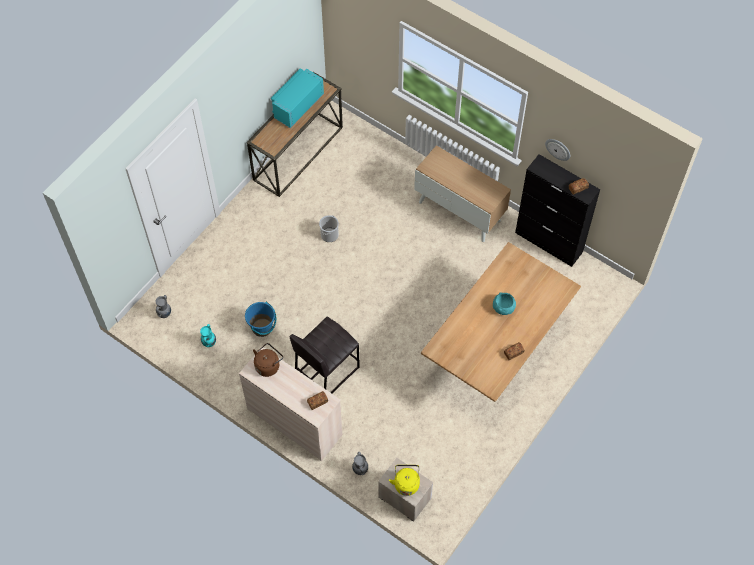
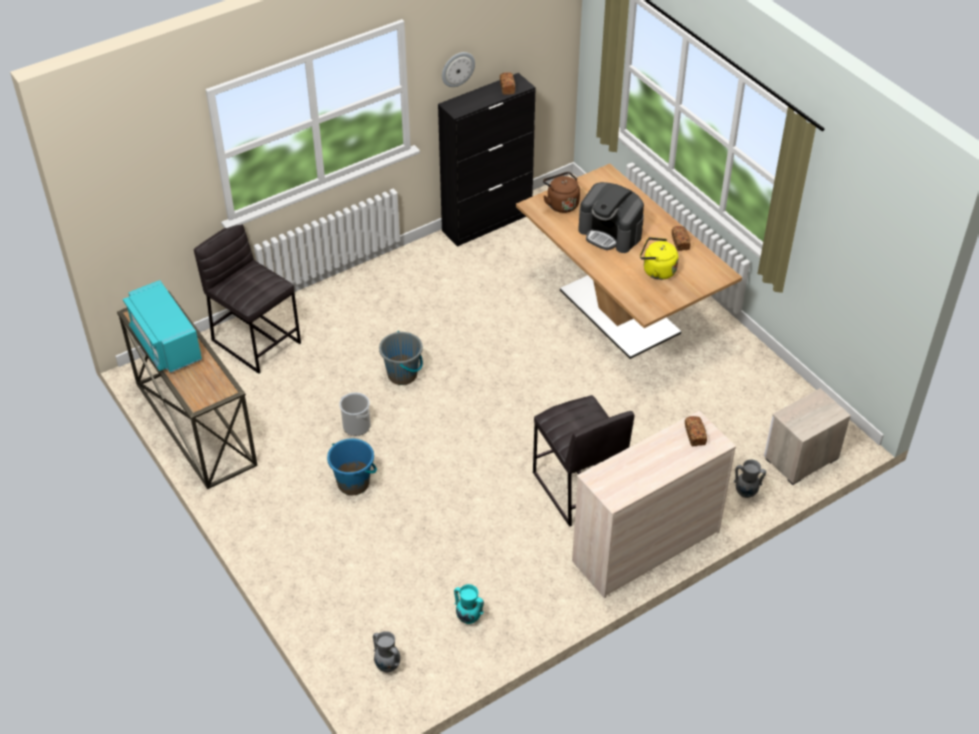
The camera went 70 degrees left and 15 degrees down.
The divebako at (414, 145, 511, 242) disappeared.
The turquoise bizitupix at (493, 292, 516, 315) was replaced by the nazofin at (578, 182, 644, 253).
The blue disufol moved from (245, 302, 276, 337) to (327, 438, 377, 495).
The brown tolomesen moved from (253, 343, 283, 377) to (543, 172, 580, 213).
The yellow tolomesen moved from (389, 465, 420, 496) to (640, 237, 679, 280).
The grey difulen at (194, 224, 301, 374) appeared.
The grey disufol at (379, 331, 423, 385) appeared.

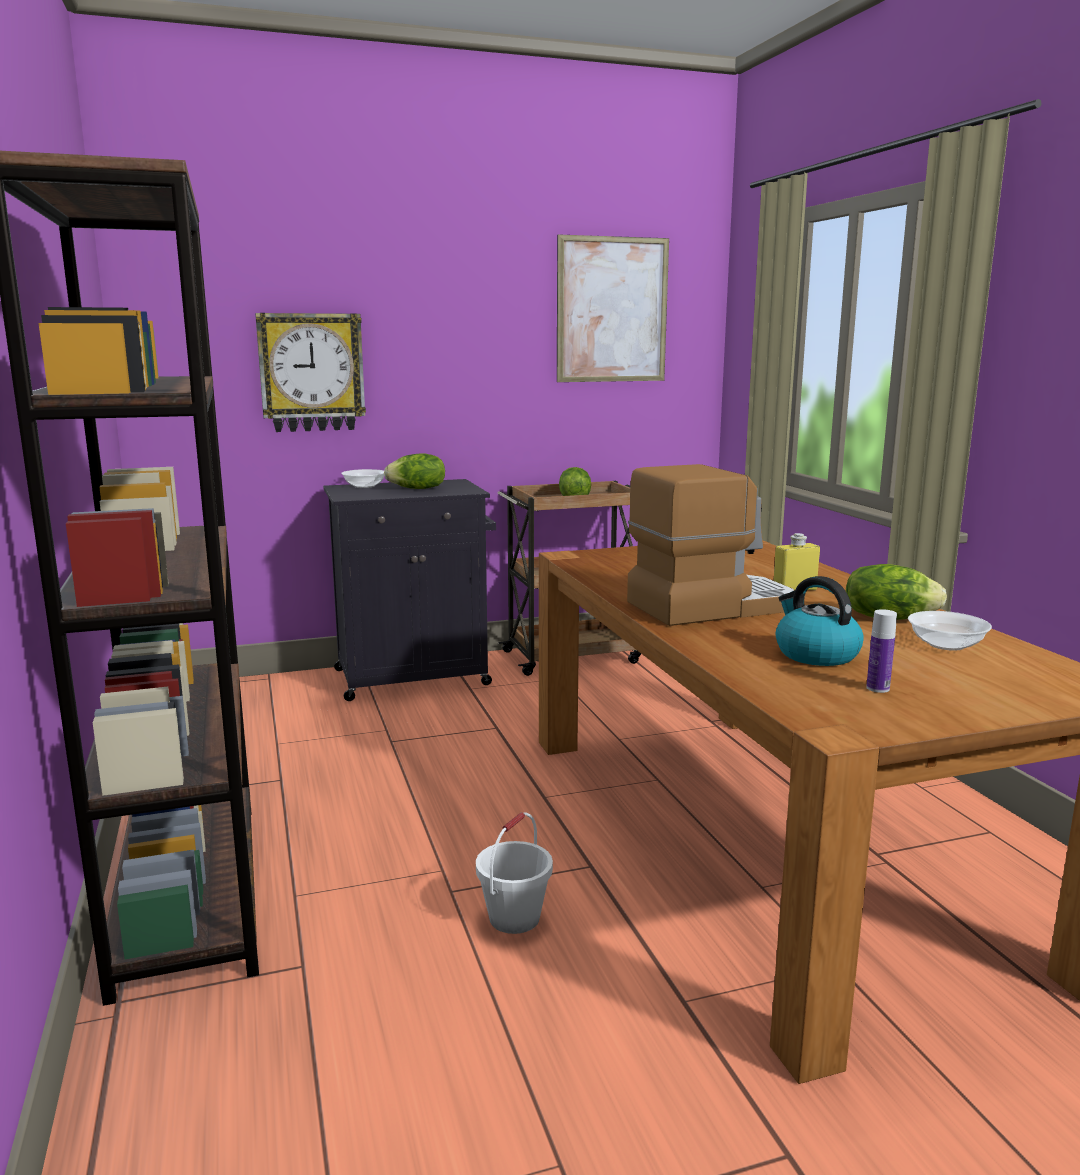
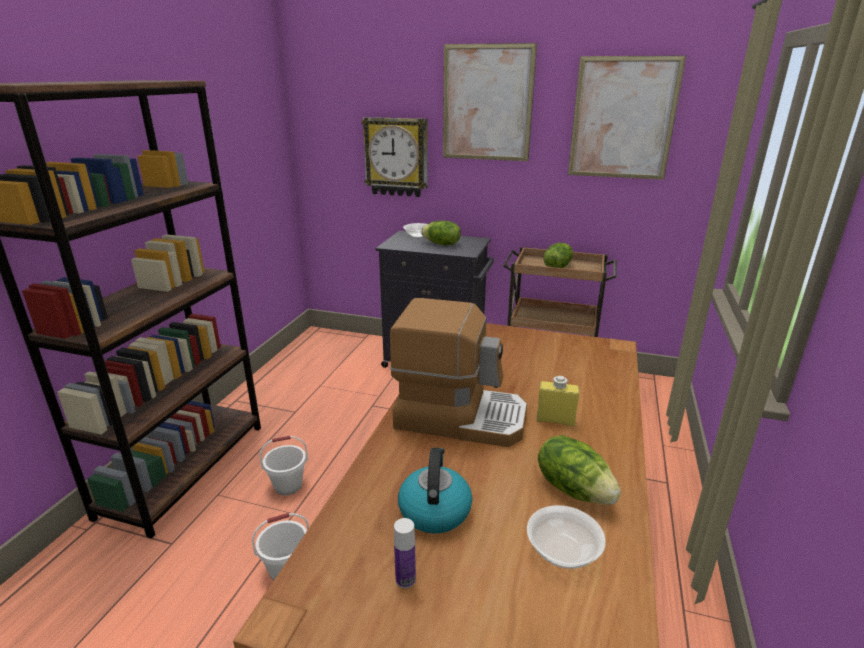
The camera went 35 degrees right and 10 degrees up.
The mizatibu at (443, 43, 537, 161) appeared.
The white disufol at (259, 436, 308, 495) appeared.

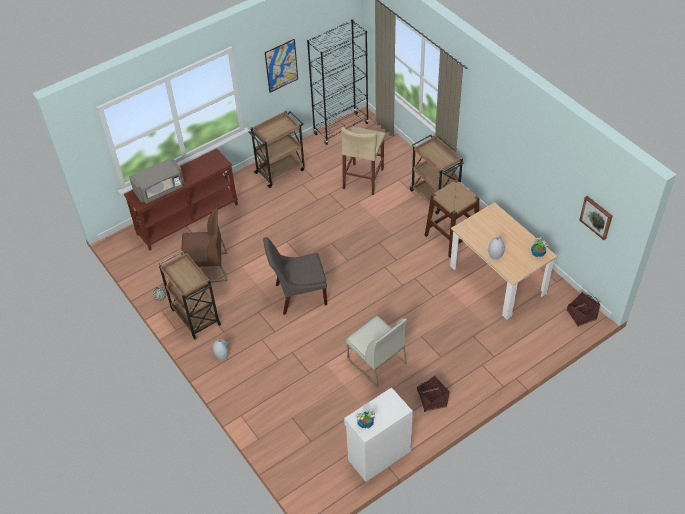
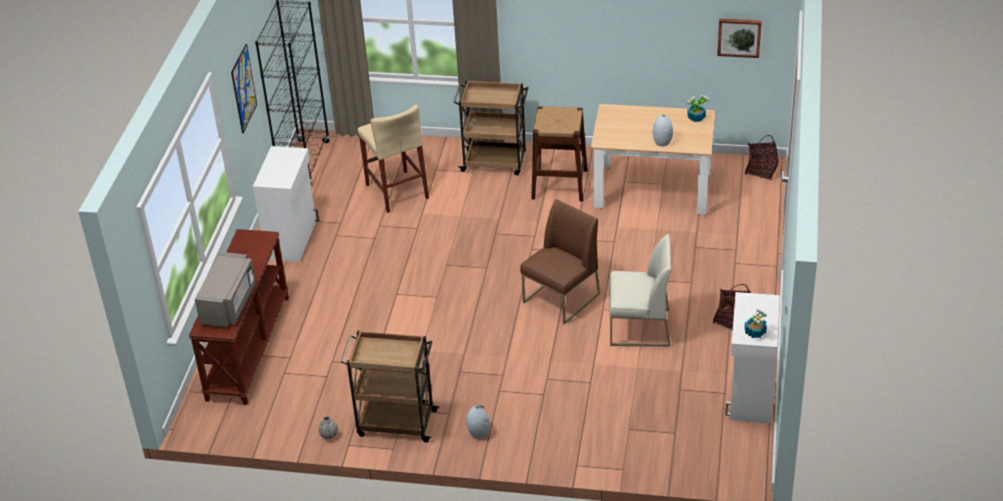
The camera went 45 degrees left and 10 degrees down.
The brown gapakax at (248, 111, 305, 188) was replaced by the white divebako at (253, 146, 319, 262).
The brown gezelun moved from (181, 208, 228, 282) to (520, 199, 600, 324).
The grey gezelun at (263, 237, 327, 315) disappeared.

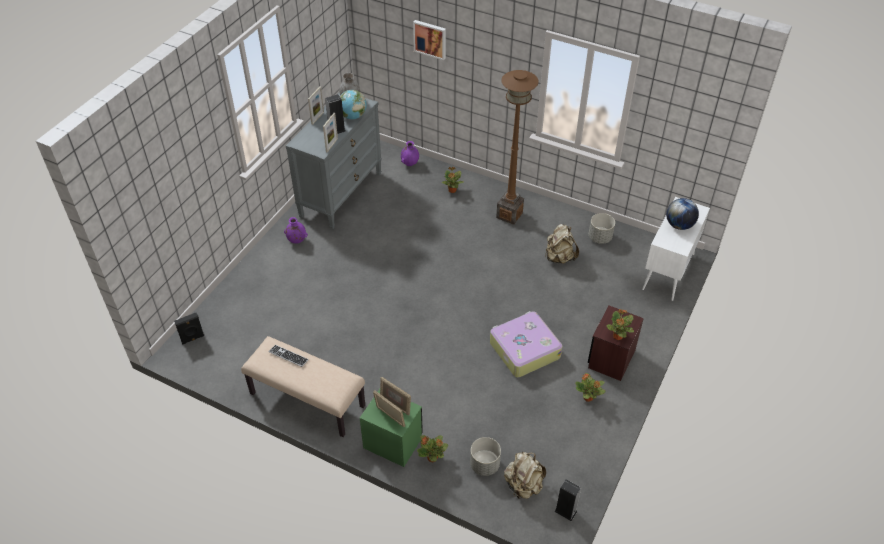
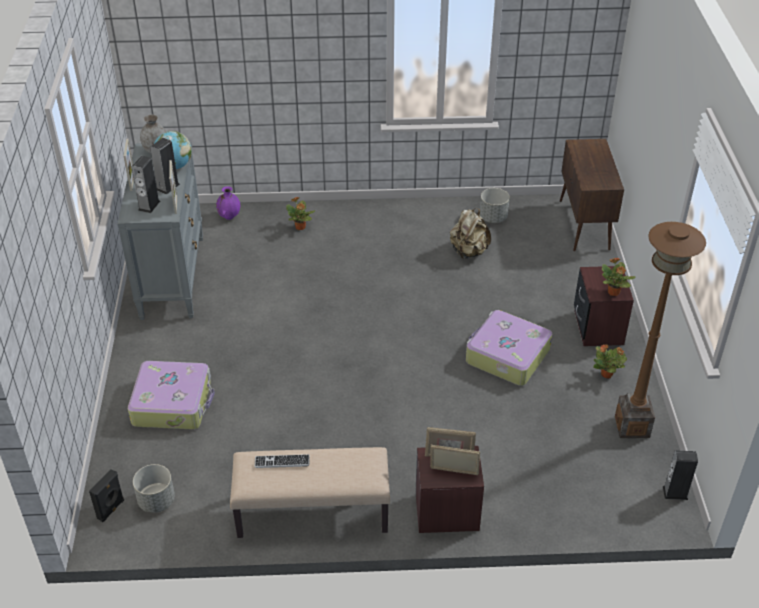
The camera went 30 degrees left and 5 degrees down.
The mizatibu at (413, 20, 446, 60) disappeared.
The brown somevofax moved from (496, 70, 539, 225) to (615, 222, 706, 438).
The white divebako at (642, 197, 710, 301) became the brown divebako at (560, 139, 624, 251).
The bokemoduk at (666, 198, 699, 230) disappeared.
The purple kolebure at (284, 217, 308, 243) disappeared.
The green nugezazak at (360, 389, 423, 467) became the brown nugezazak at (416, 446, 484, 533).
The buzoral at (417, 435, 448, 462) disappeared.
The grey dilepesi moved from (470, 437, 501, 476) to (133, 464, 175, 513).
The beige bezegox at (504, 452, 546, 499) disappeared.
The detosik at (132, 156, 160, 213) appeared.
The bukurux at (128, 361, 215, 429) appeared.

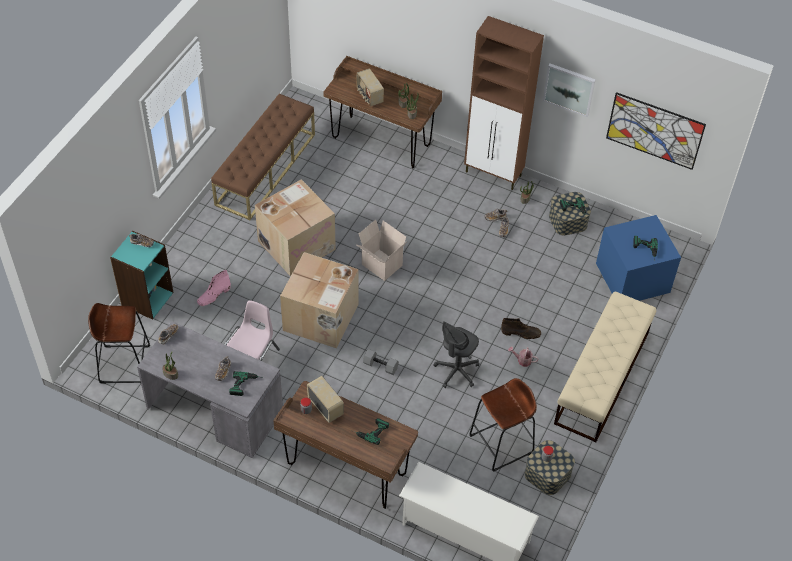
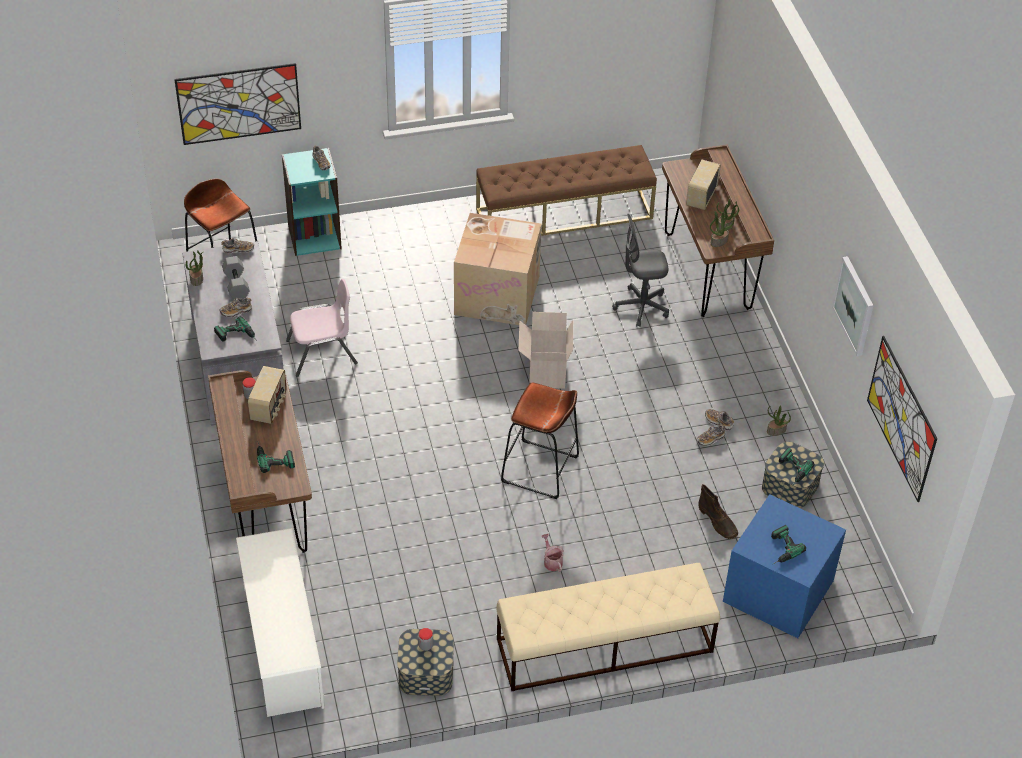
The camera went 50 degrees right and 5 degrees down.
The brown divebako at (464, 16, 544, 190) disappeared.
The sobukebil at (280, 252, 359, 348) disappeared.
The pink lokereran at (197, 270, 231, 306) disappeared.
The brown lokereran moved from (501, 318, 541, 339) to (698, 484, 738, 539).
The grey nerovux moved from (433, 321, 479, 388) to (612, 214, 669, 327).
The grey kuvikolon moved from (363, 349, 399, 375) to (222, 256, 250, 299).
The brown difulen moved from (469, 378, 537, 472) to (501, 382, 579, 499).
The mizatibu at (174, 63, 301, 145) appeared.

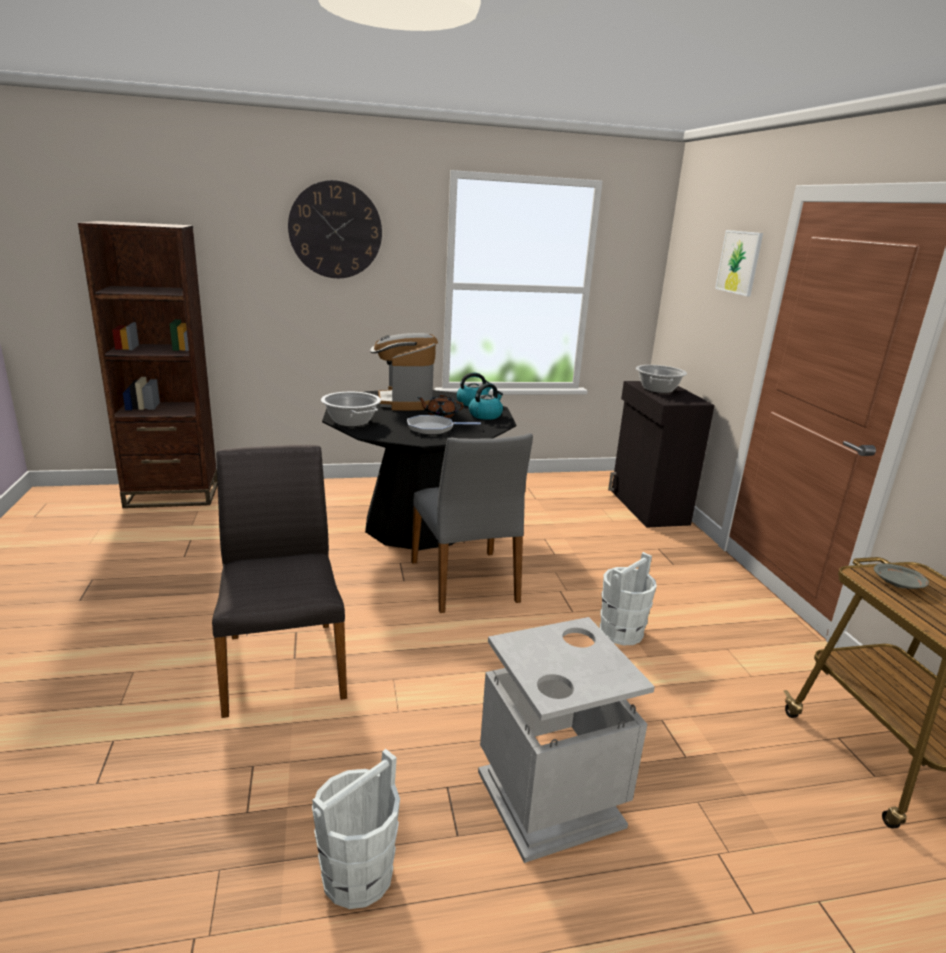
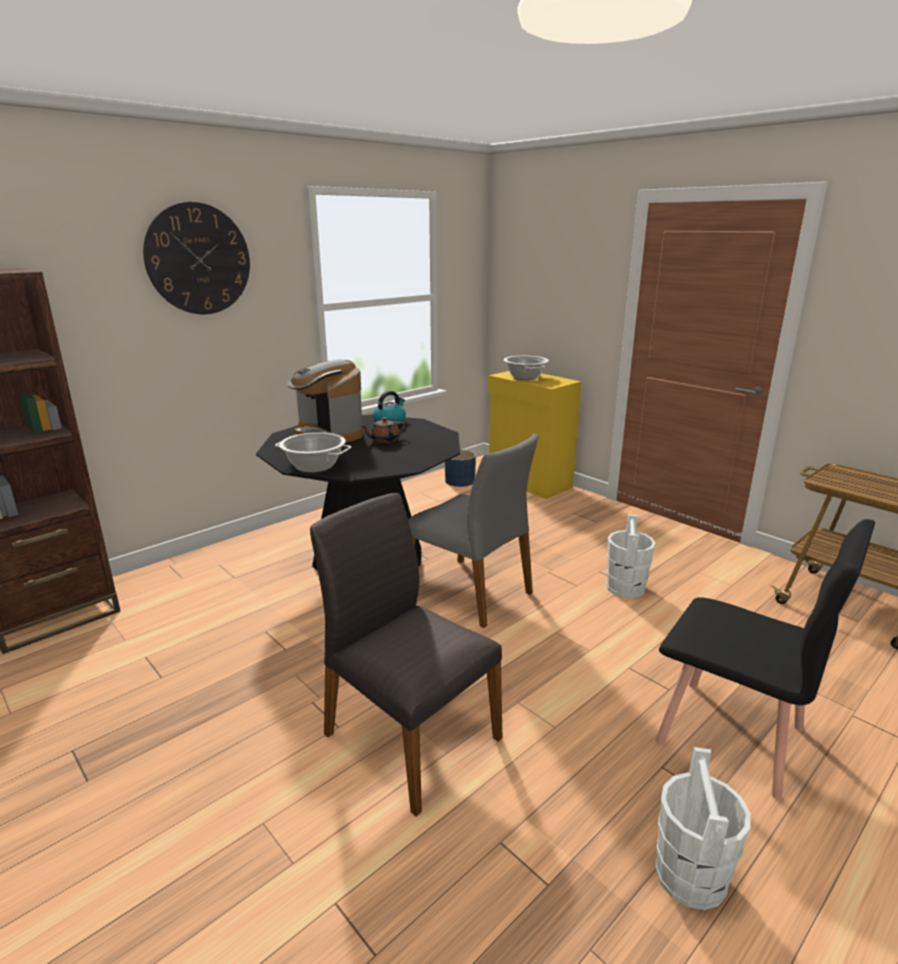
The camera went 30 degrees left and 0 degrees up.
The mizatibu at (715, 230, 763, 296) disappeared.
The black divebako at (608, 381, 715, 528) became the yellow divebako at (488, 371, 581, 499).
The tolomesen at (469, 383, 503, 420) disappeared.
The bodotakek at (407, 415, 481, 435) disappeared.
The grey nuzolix at (874, 563, 929, 589) disappeared.
The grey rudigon at (478, 617, 655, 863) was replaced by the black gezelun at (655, 519, 875, 800).
The blue dilepesi at (445, 450, 476, 487) appeared.

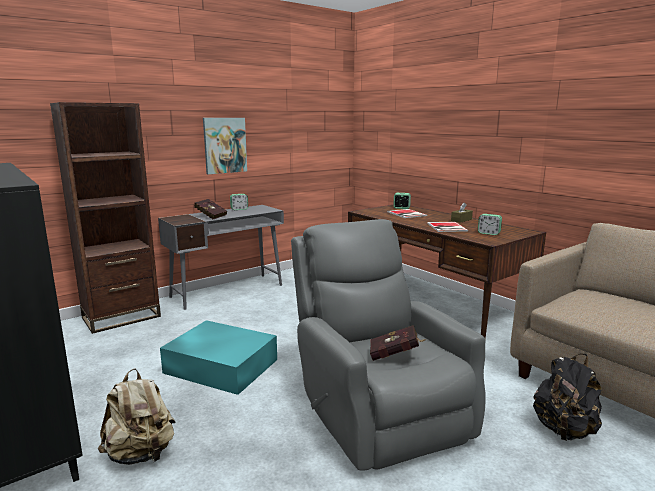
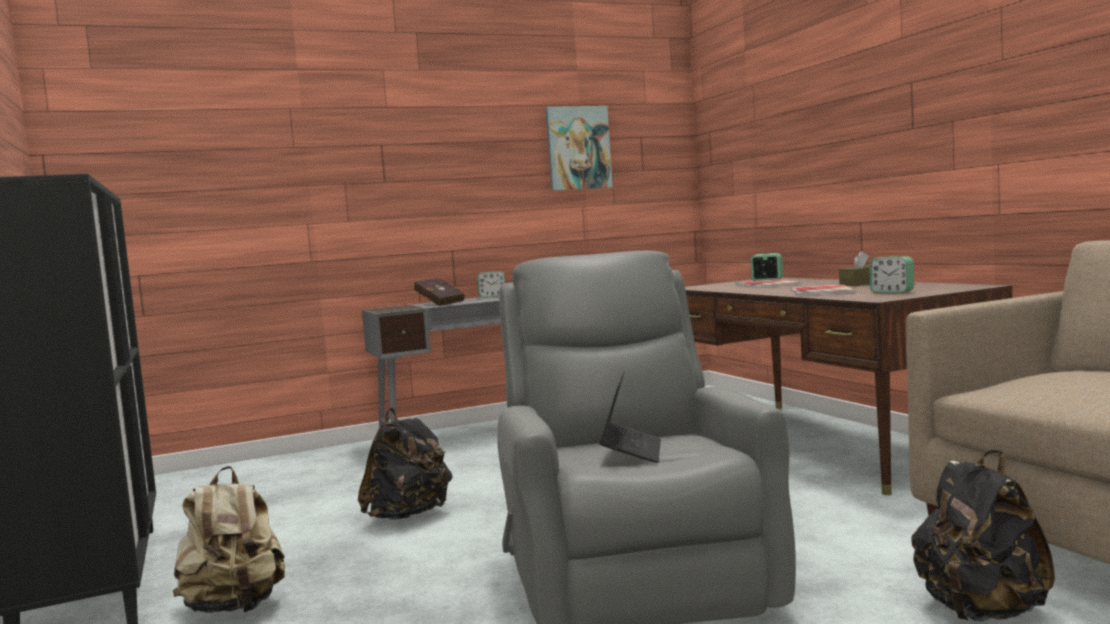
The camera went 15 degrees right and 10 degrees down.
The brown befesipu at (50, 102, 161, 334) disappeared.
The mizatibu moved from (203, 118, 247, 174) to (545, 106, 613, 191).
The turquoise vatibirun at (160, 320, 277, 395) was replaced by the black bezegox at (358, 408, 453, 520).
The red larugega at (370, 325, 426, 361) was replaced by the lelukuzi at (599, 371, 661, 463).

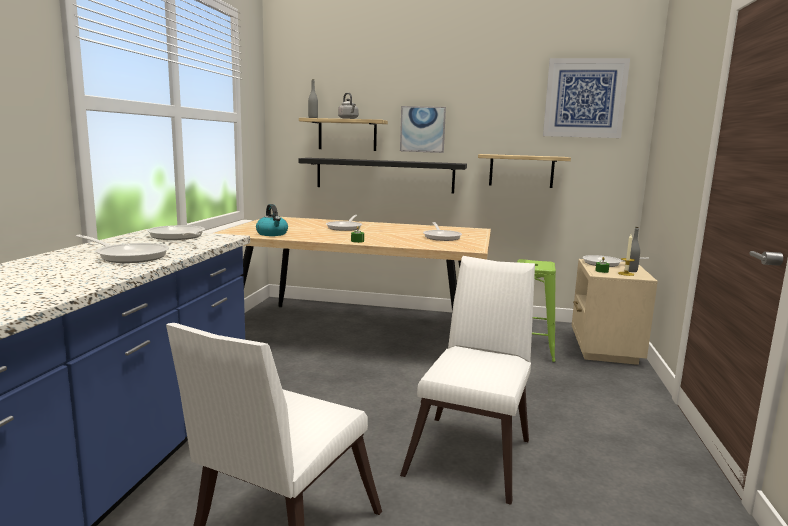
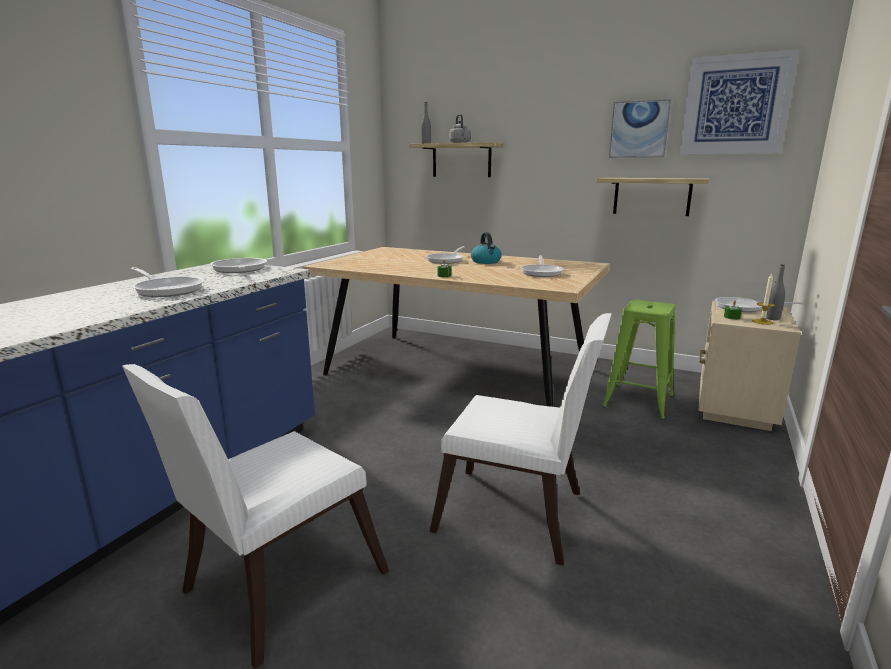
The camera went 15 degrees right and 5 degrees up.
The mizatibu moved from (400, 106, 446, 153) to (609, 99, 671, 158).
The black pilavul at (299, 158, 467, 194) disappeared.
The tolomesen moved from (256, 204, 288, 236) to (471, 232, 502, 264).
The white gezelun at (400, 256, 535, 505) turned 75 degrees clockwise.

